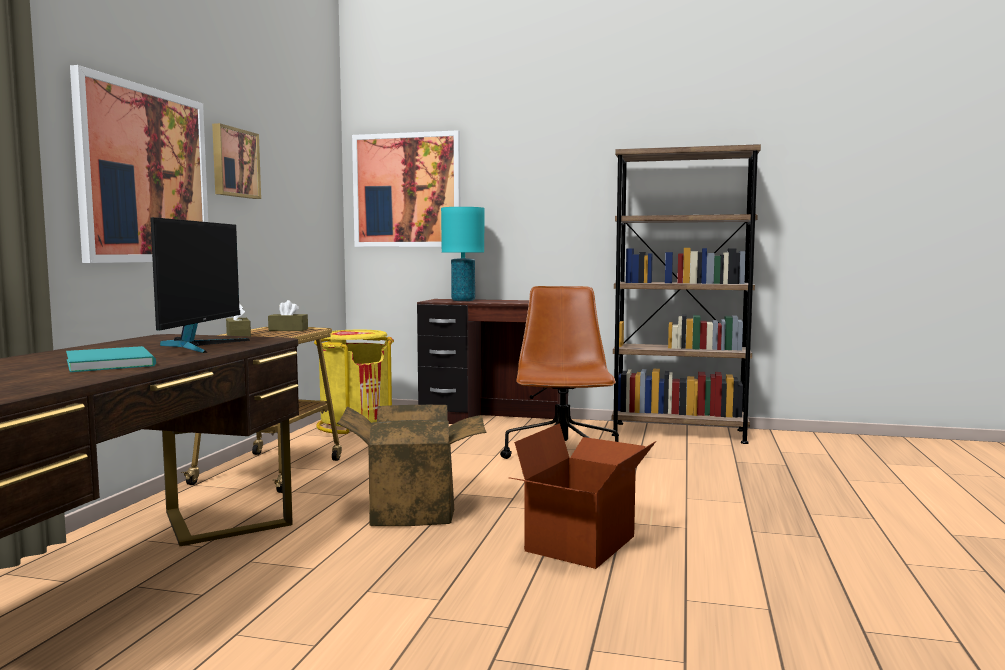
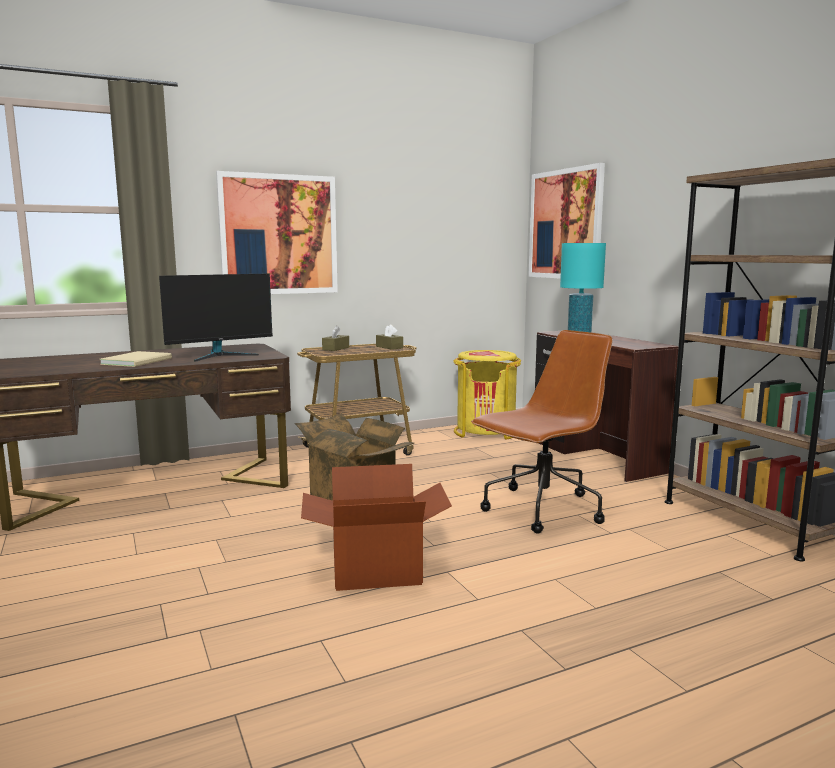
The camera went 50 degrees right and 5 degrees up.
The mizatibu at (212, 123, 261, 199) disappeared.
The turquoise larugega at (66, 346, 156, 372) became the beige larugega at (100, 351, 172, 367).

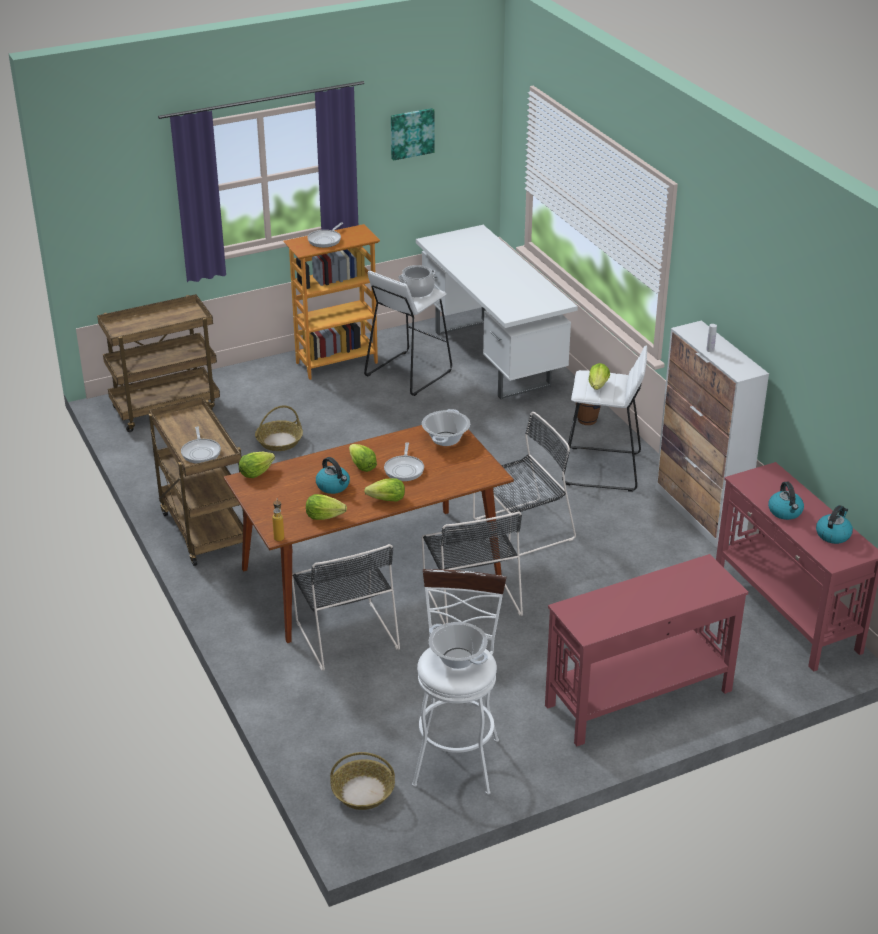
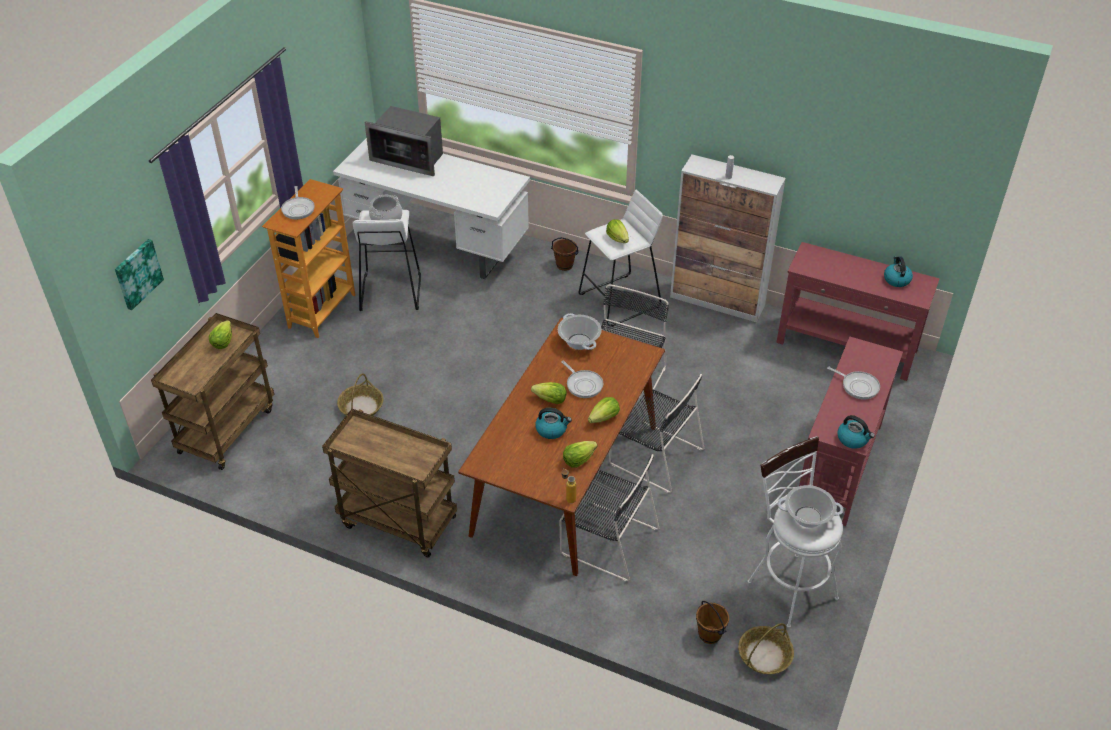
The camera went 40 degrees left and 10 degrees up.
The mizatibu moved from (391, 108, 434, 161) to (115, 239, 164, 310).
The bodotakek moved from (181, 426, 221, 464) to (827, 367, 880, 400).
The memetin moved from (239, 451, 275, 478) to (209, 320, 232, 349).
The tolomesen moved from (768, 481, 804, 520) to (837, 415, 875, 449).
The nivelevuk at (365, 106, 443, 177) appeared.
The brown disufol at (696, 601, 729, 644) appeared.

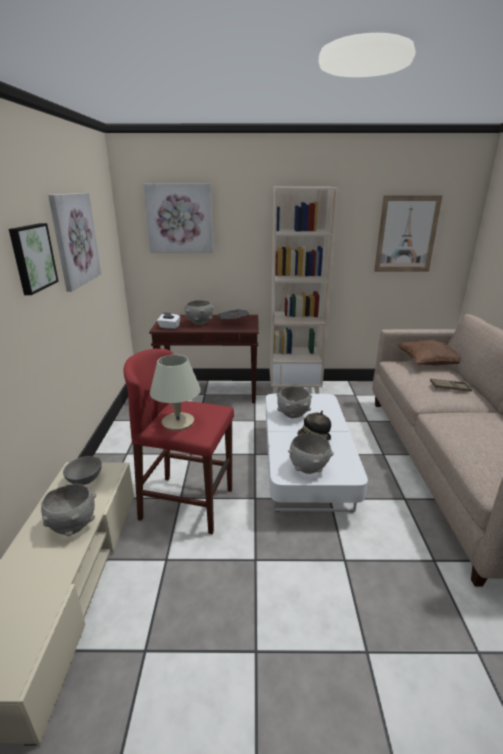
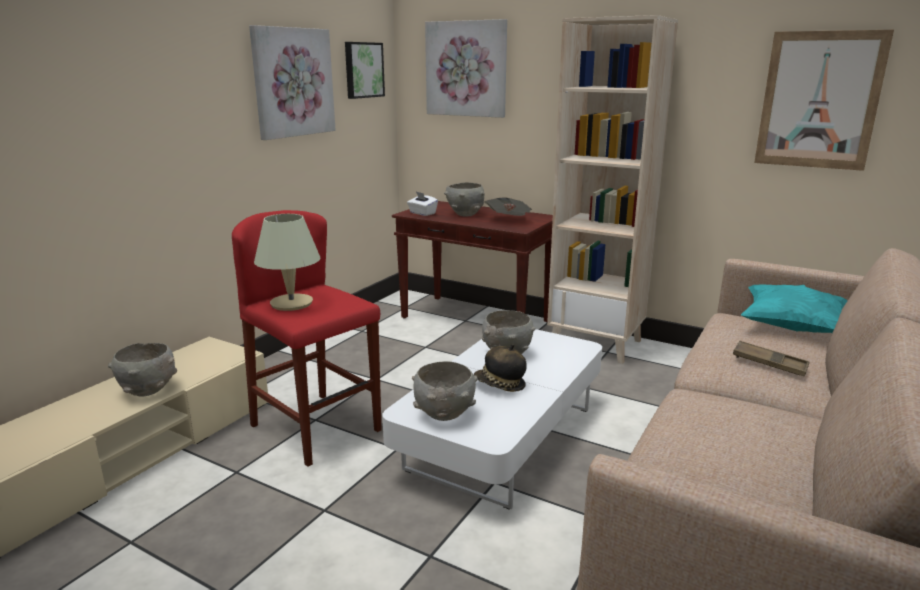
The camera went 30 degrees right and 5 degrees down.
The mizatibu moved from (9, 223, 59, 295) to (345, 42, 385, 99).
The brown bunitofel at (396, 340, 460, 365) became the turquoise bunitofel at (741, 285, 847, 333).
The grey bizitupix at (63, 456, 102, 485) disappeared.

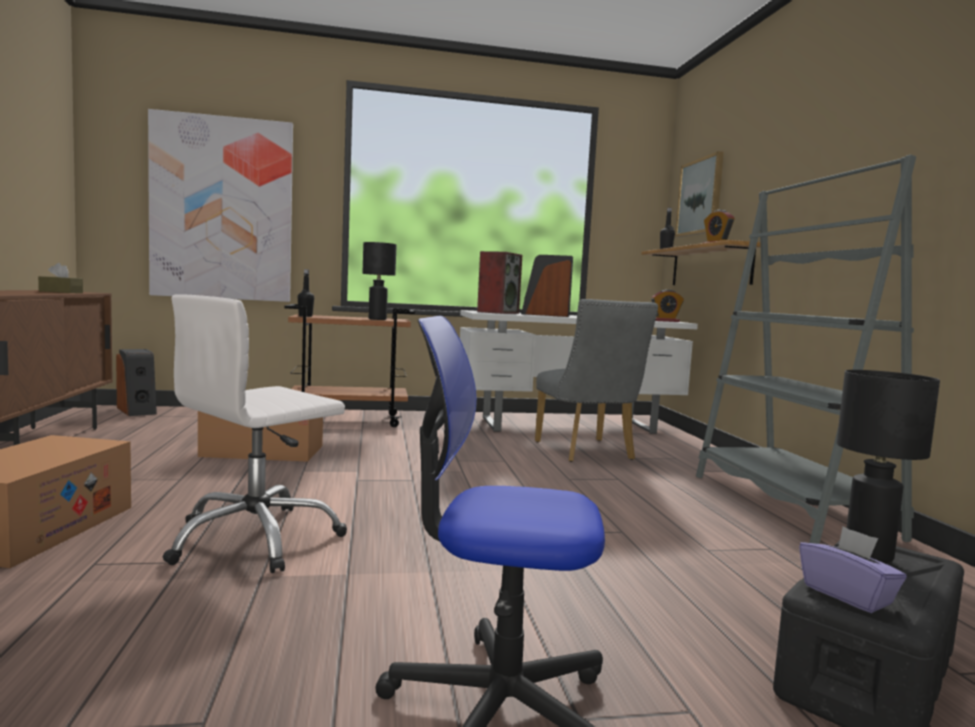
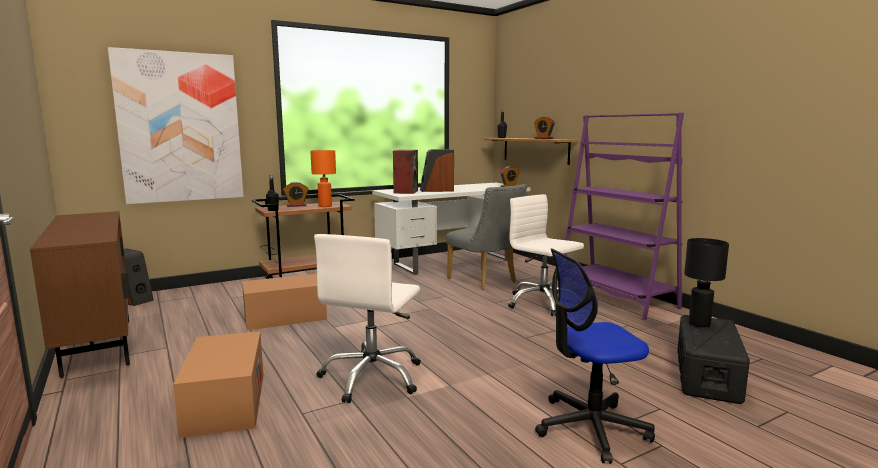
The camera went 20 degrees left and 5 degrees up.
The mizatibu at (675, 151, 724, 237) disappeared.
The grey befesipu at (696, 154, 916, 544) became the purple befesipu at (564, 112, 684, 320).
The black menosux at (362, 242, 397, 320) became the orange menosux at (310, 150, 336, 207).
The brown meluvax at (38, 263, 83, 293) disappeared.
The purple meluvax at (799, 526, 907, 613) disappeared.
The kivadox at (283, 182, 309, 207) appeared.
The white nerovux at (508, 194, 584, 316) appeared.

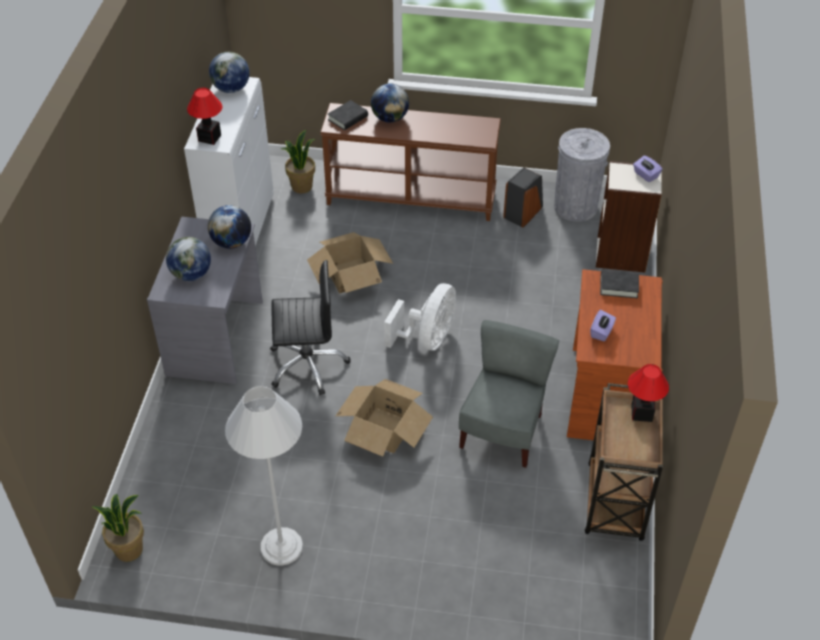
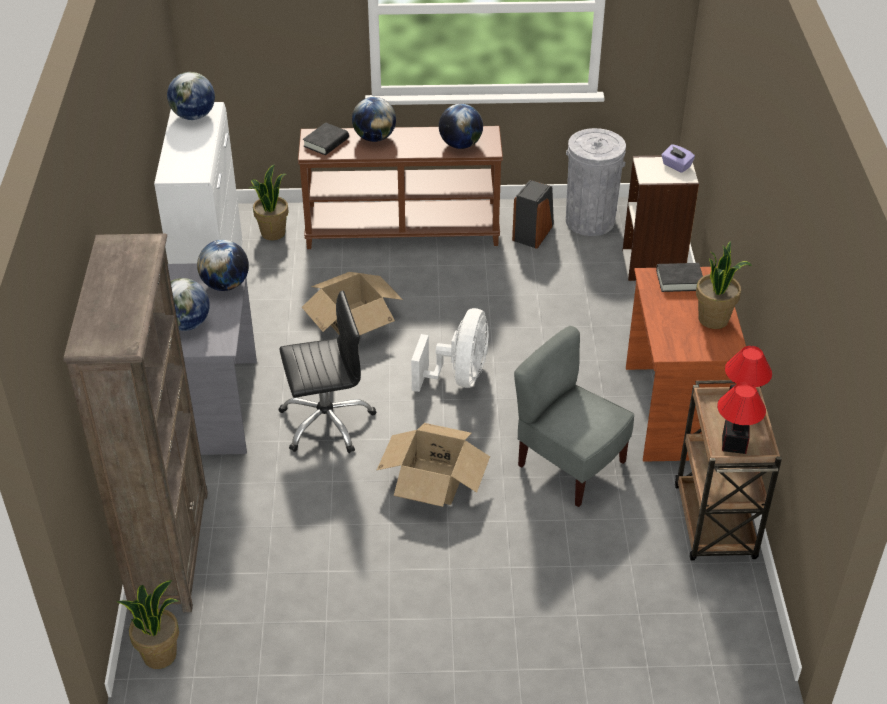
The camera went 10 degrees left and 5 degrees down.
The menosux moved from (187, 88, 222, 145) to (717, 382, 766, 454).
The purple meluvax at (590, 310, 616, 341) disappeared.
The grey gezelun at (459, 320, 560, 468) turned 60 degrees counterclockwise.
The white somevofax at (225, 386, 303, 566) disappeared.
The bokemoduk at (439, 104, 483, 149) appeared.
The brown befesipu at (64, 234, 208, 614) appeared.
The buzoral at (696, 241, 752, 329) appeared.

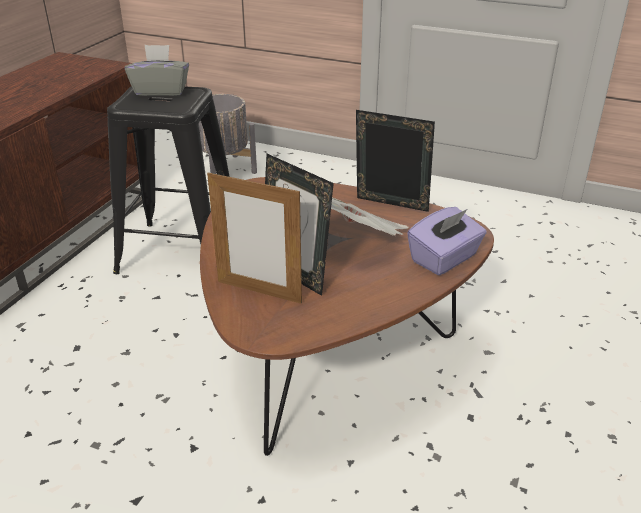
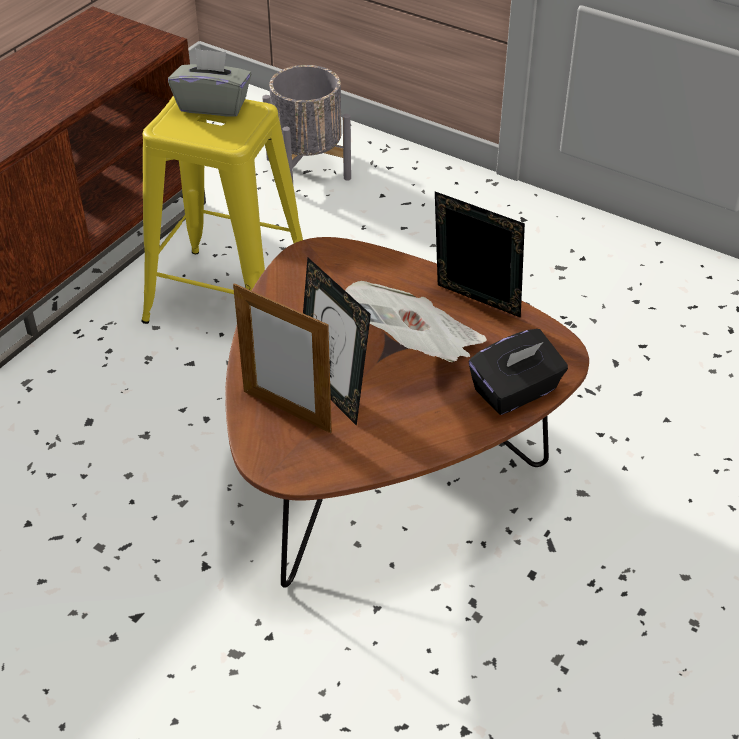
The camera went 10 degrees right and 10 degrees up.
The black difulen at (107, 86, 230, 274) became the yellow difulen at (141, 96, 303, 324).
The purple meluvax at (407, 207, 487, 275) became the black meluvax at (469, 329, 568, 415).

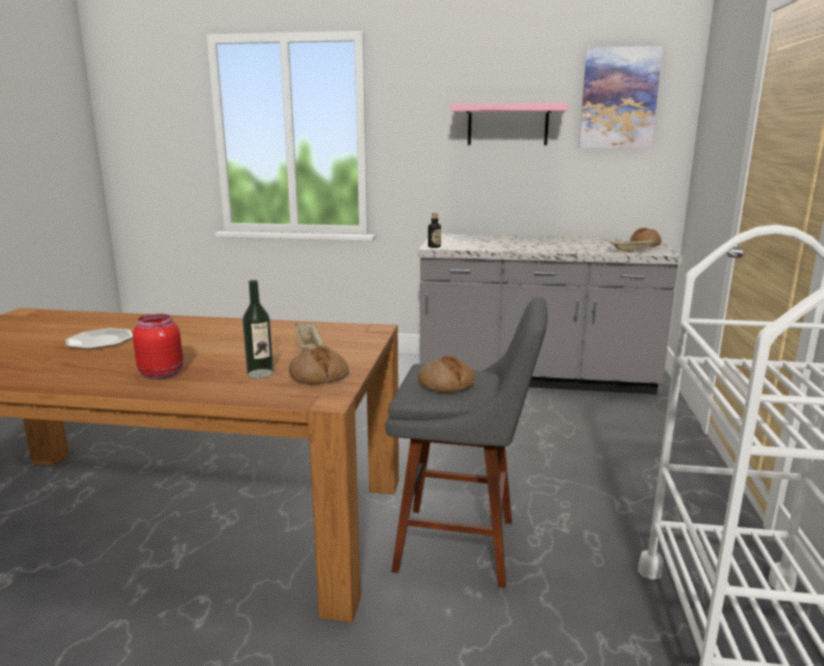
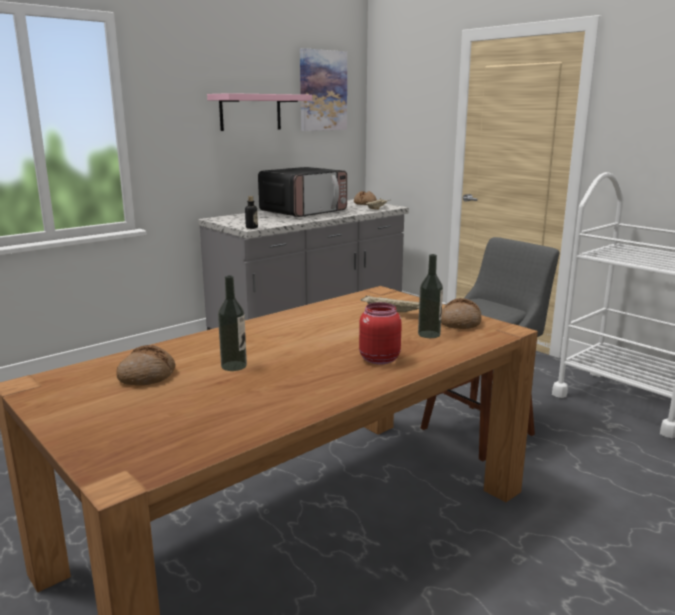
The camera went 50 degrees left and 0 degrees up.
The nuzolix at (65, 328, 133, 349) was replaced by the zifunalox at (218, 275, 247, 371).
The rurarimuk moved from (418, 356, 475, 393) to (116, 345, 175, 386).
The nivelevuk at (258, 167, 347, 217) appeared.

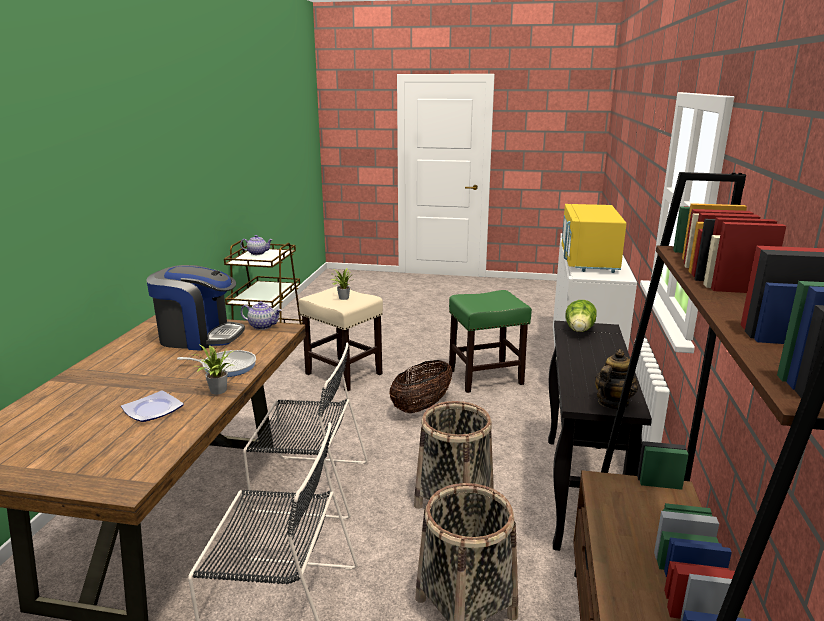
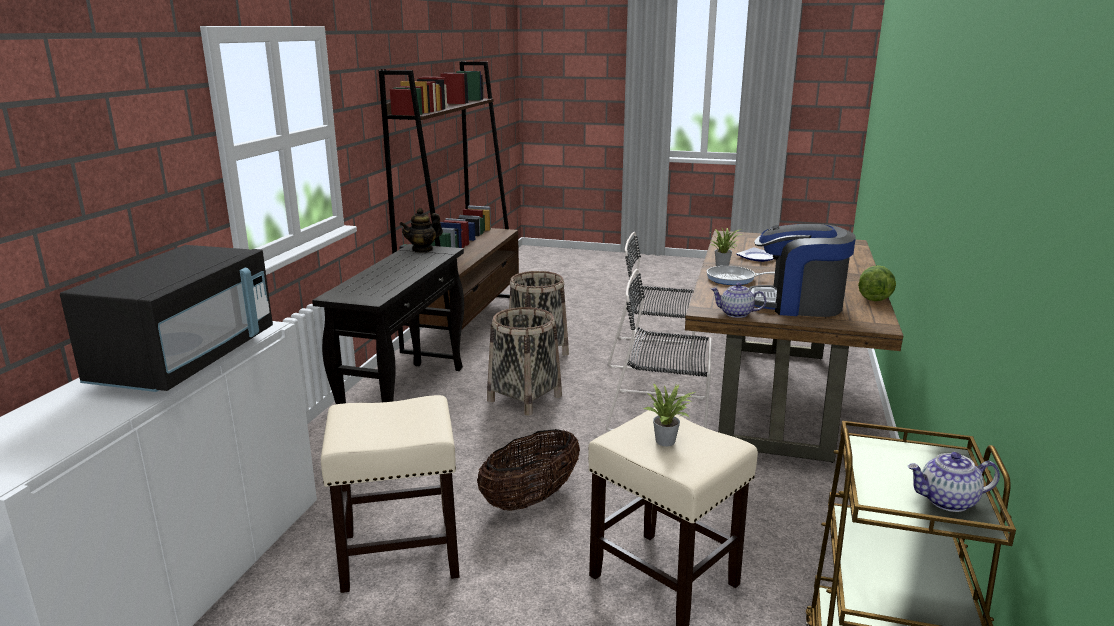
The camera went 175 degrees left and 0 degrees up.
The yellow nivelevuk at (562, 204, 627, 273) became the black nivelevuk at (60, 245, 273, 392).
The green difulen at (449, 290, 532, 393) became the beige difulen at (321, 395, 460, 593).
The memetin moved from (566, 300, 597, 332) to (858, 265, 896, 301).

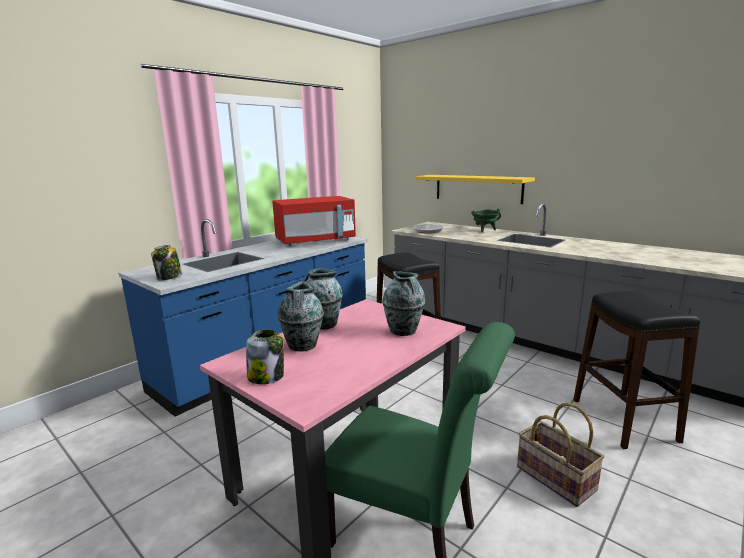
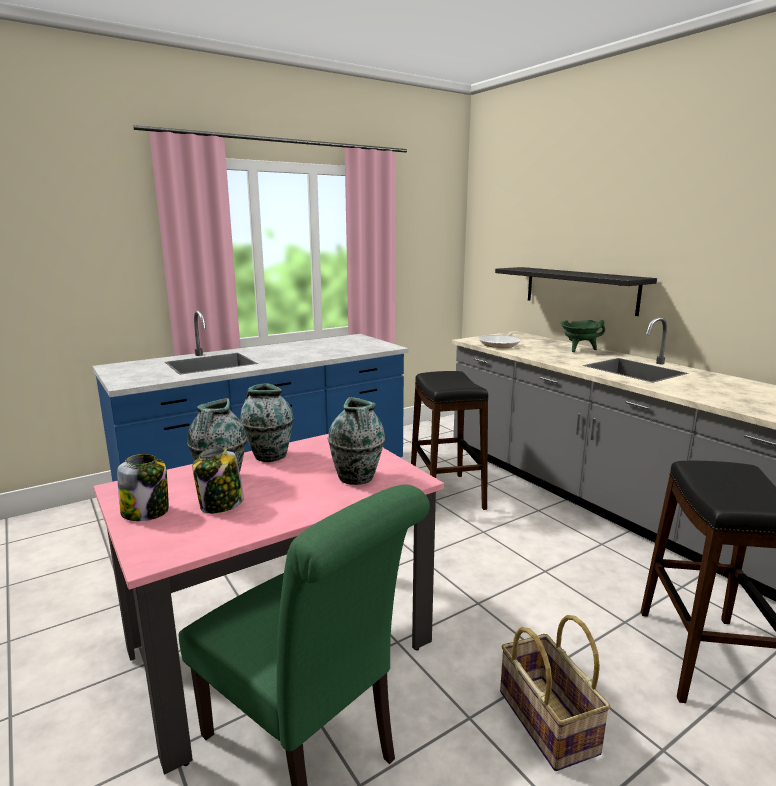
The camera went 15 degrees right and 0 degrees up.
The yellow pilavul at (415, 175, 535, 204) became the black pilavul at (495, 267, 657, 316).
The red nivelevuk at (272, 196, 356, 246) disappeared.
The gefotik moved from (151, 245, 182, 281) to (192, 447, 244, 514).

